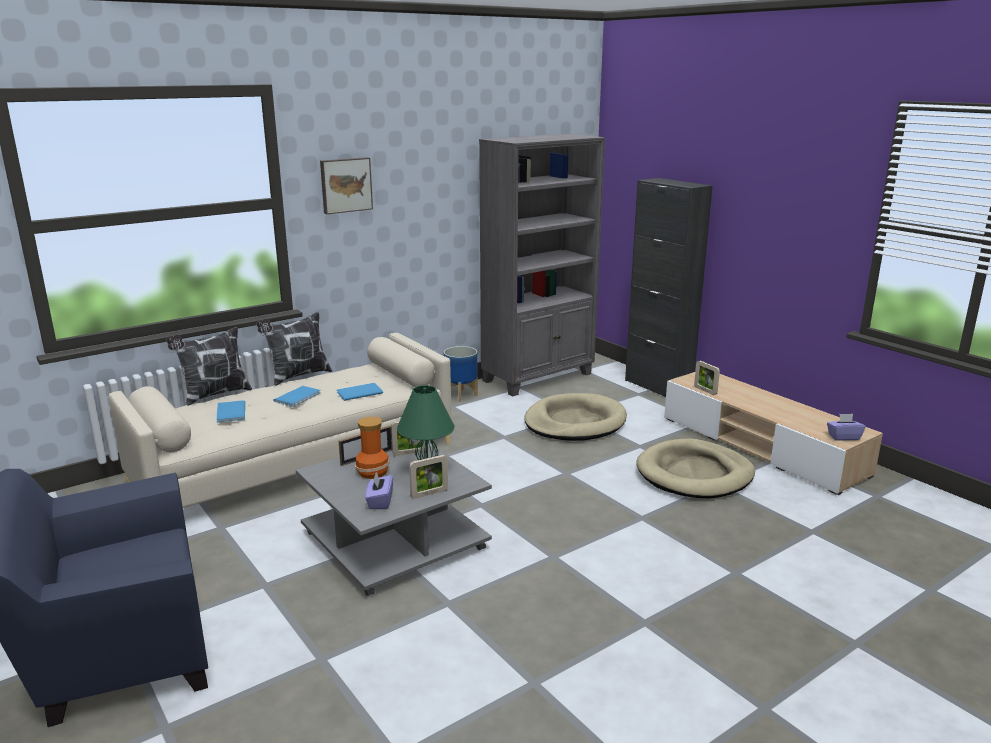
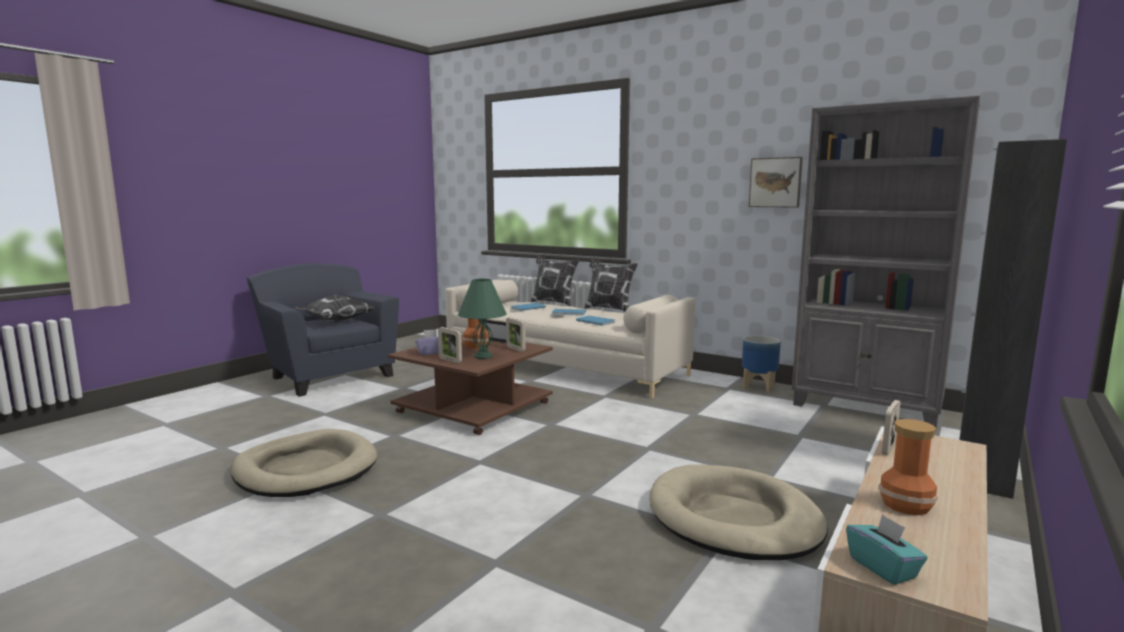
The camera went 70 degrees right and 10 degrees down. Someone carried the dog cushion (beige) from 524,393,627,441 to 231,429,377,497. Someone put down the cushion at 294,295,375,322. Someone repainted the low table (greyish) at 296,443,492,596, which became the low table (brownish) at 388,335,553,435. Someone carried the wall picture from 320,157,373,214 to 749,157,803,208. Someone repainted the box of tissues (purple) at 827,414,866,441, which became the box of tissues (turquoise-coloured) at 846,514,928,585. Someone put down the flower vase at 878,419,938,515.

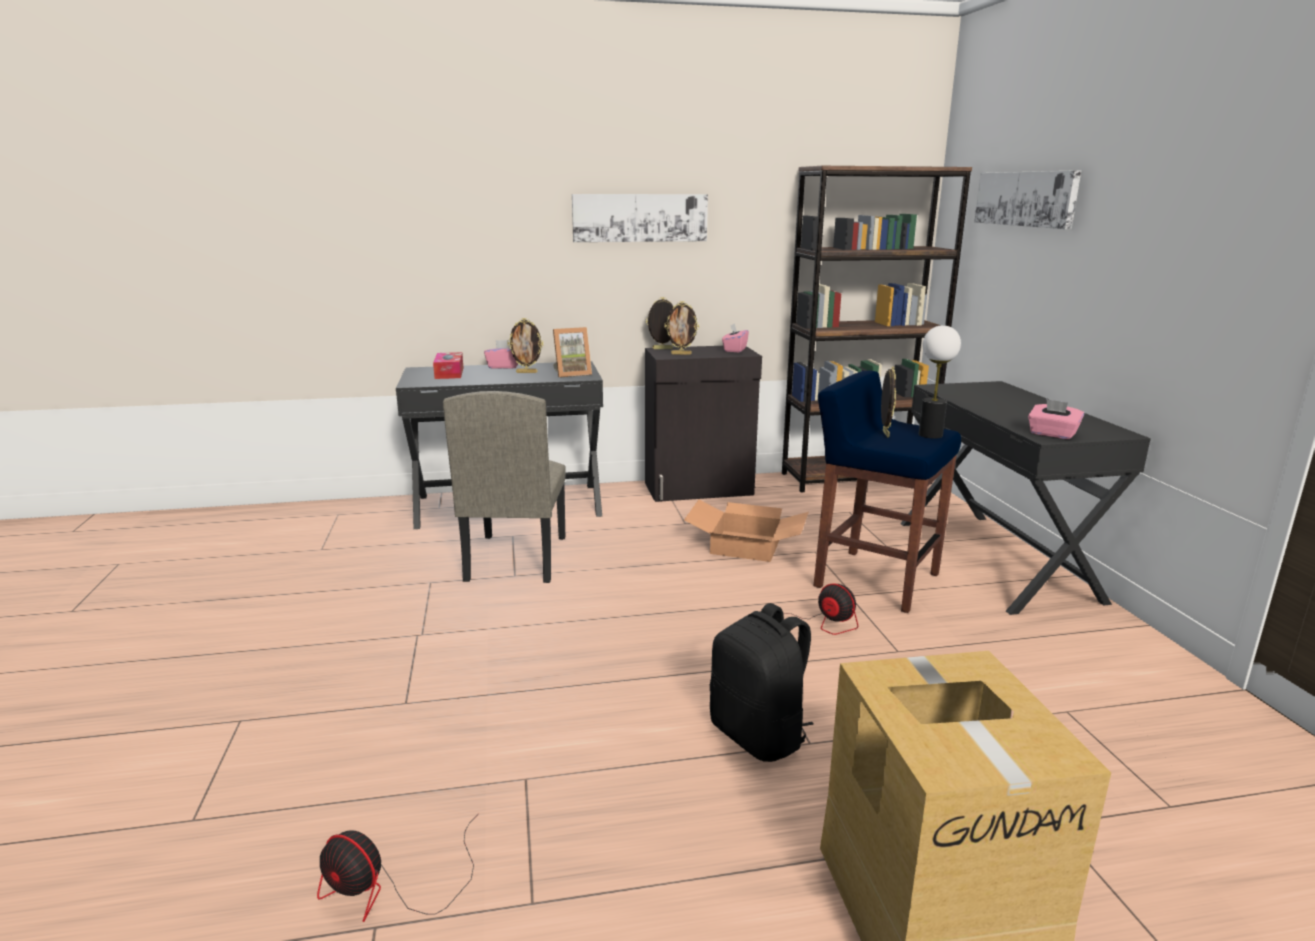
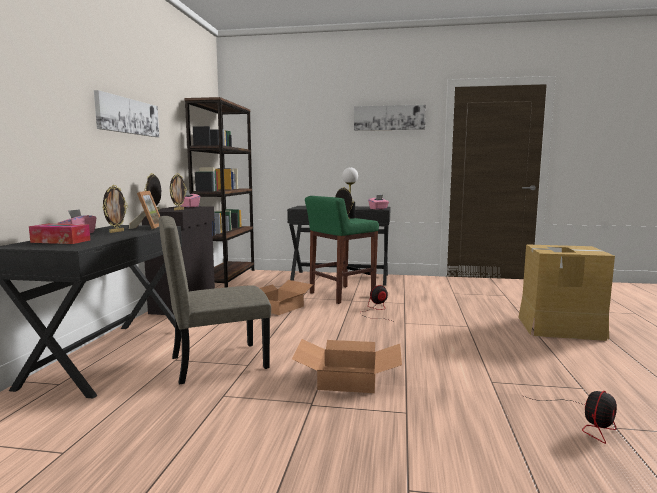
The camera went 70 degrees left and 10 degrees down. Someone rotated the plain chair (beige) at 443,391,566,583 by 135 degrees clockwise. Someone put down the carton at 292,339,402,393. Someone repainted the stool (blue-coloured) at 813,370,961,613, which became the stool (greenish) at 305,196,379,304. Someone carried the wall picture from 974,170,1081,229 to 354,105,426,131. Someone took away the rucksack (black) at 710,603,814,762.

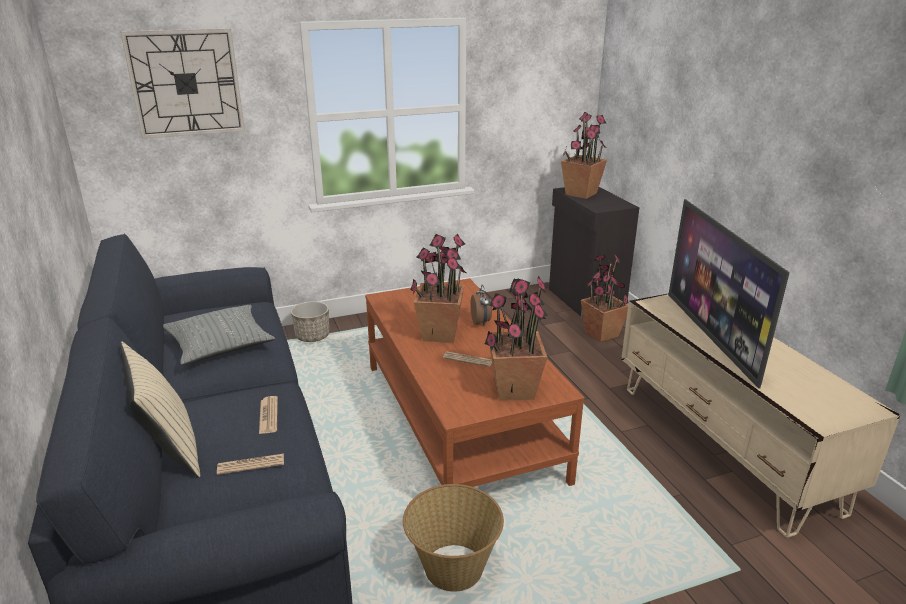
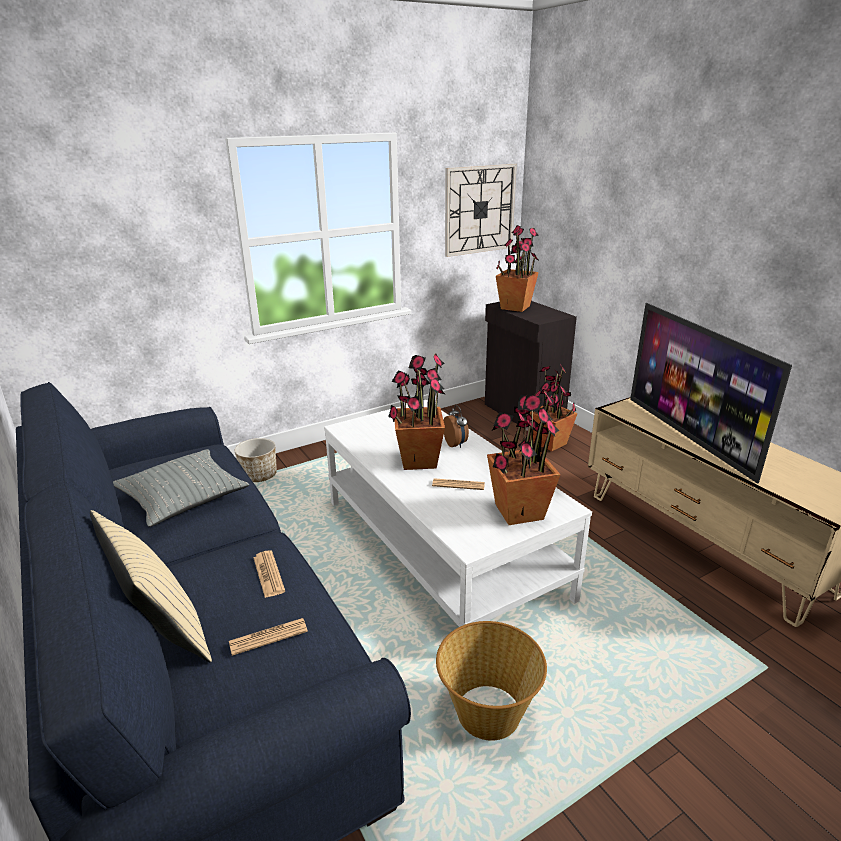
The camera went 10 degrees left and 0 degrees up. Someone repainted the low table (brownish) at 365,278,585,487, which became the low table (white) at 324,400,592,627. Someone carried the hanging clock from 120,28,245,139 to 445,164,517,257.

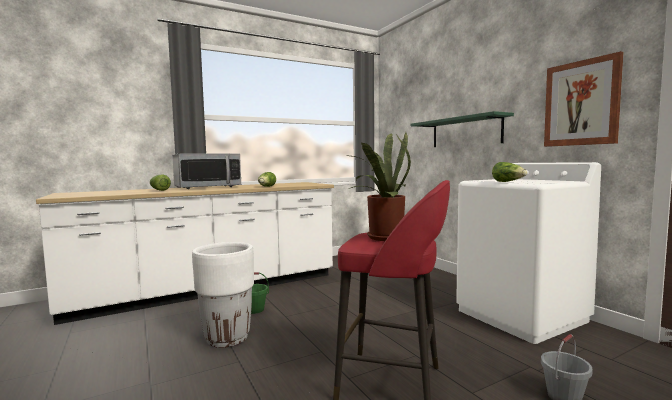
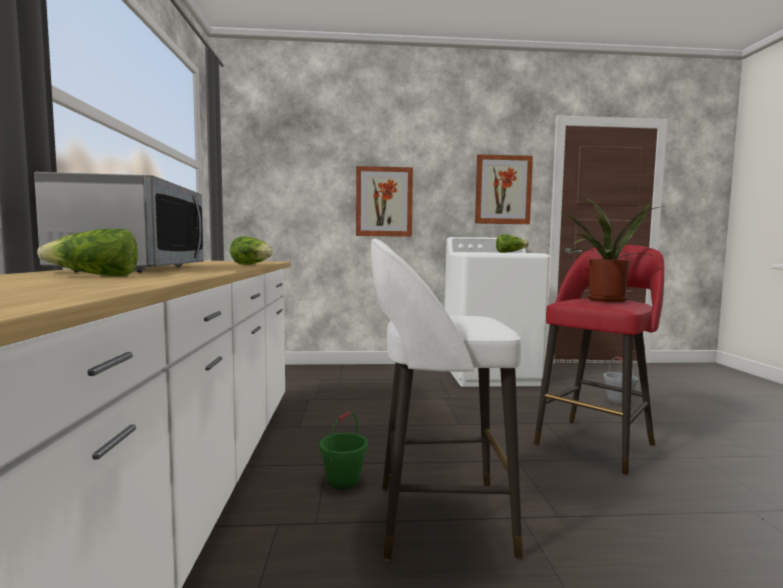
The camera went 65 degrees left and 0 degrees up. Someone swapped the shelf (greenish) at 411,111,514,147 for the wall picture at 356,166,413,237. Someone swapped the planter (white) at 192,242,254,348 for the stool (white) at 371,239,523,560.

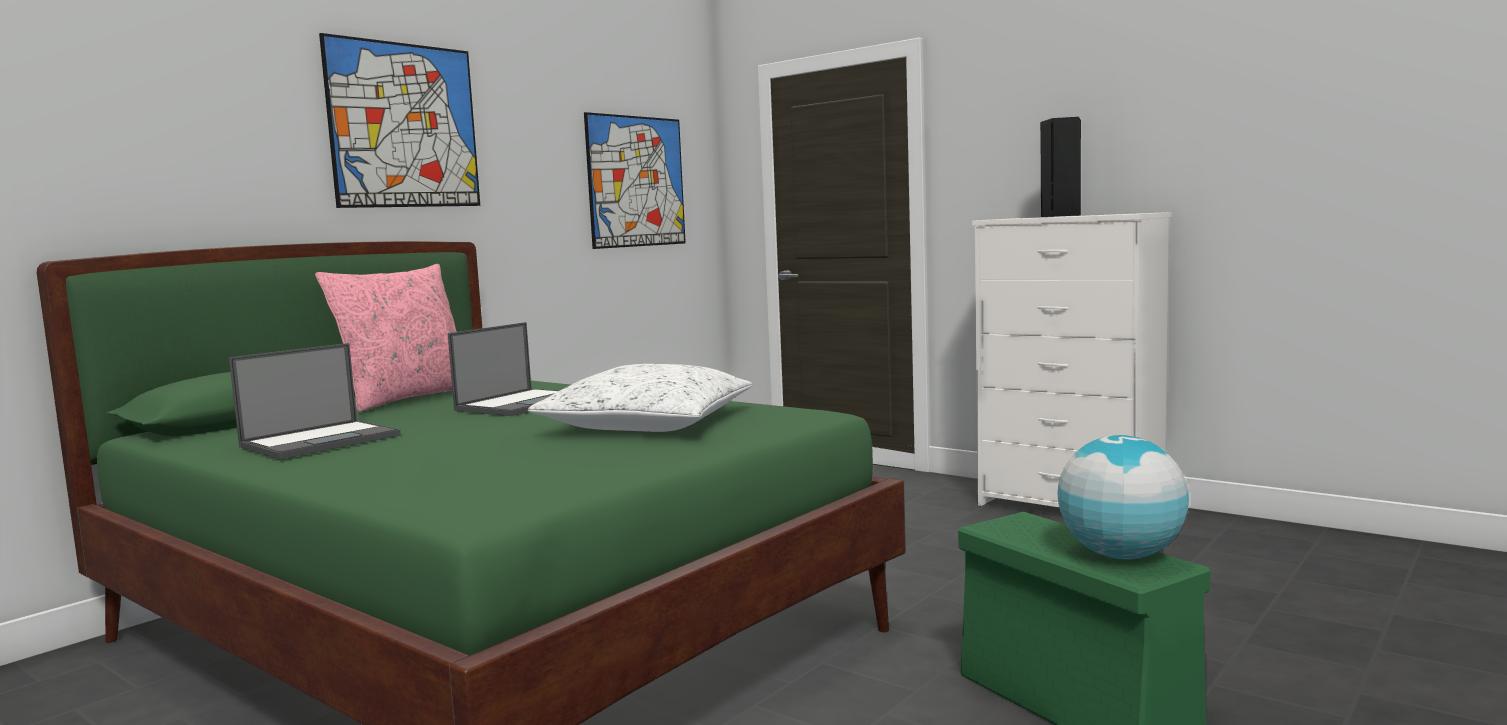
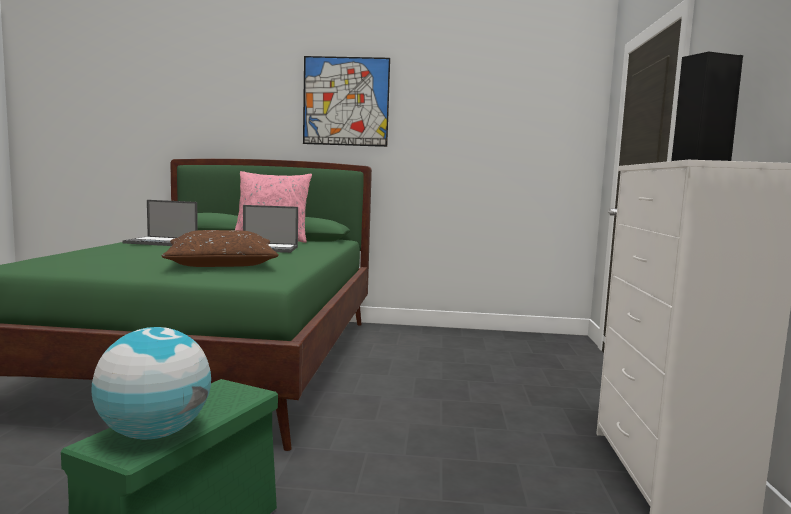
The camera went 55 degrees right and 0 degrees up. Someone repainted the cushion (white) at 528,364,753,432, which became the cushion (brownish) at 161,230,279,267. Someone took away the wall picture at 584,112,686,249.

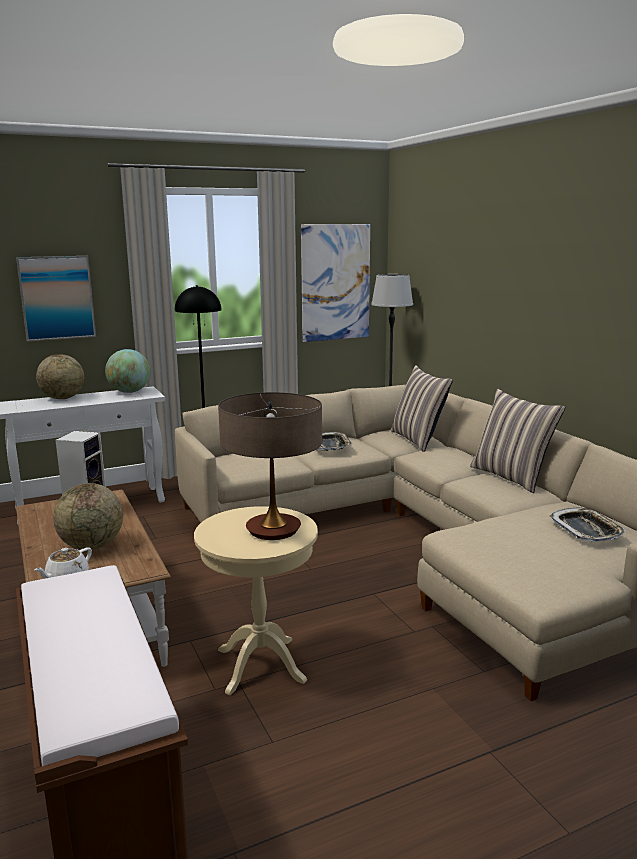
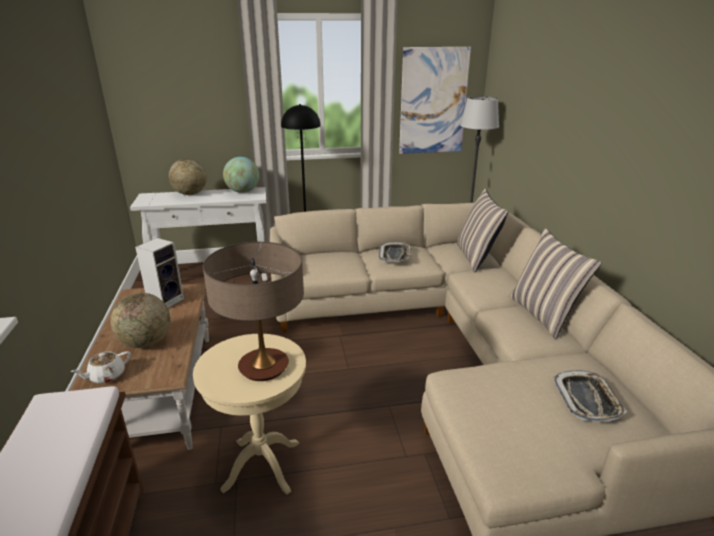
The camera went 15 degrees right and 10 degrees up. Someone took away the wall picture at 16,256,96,341.

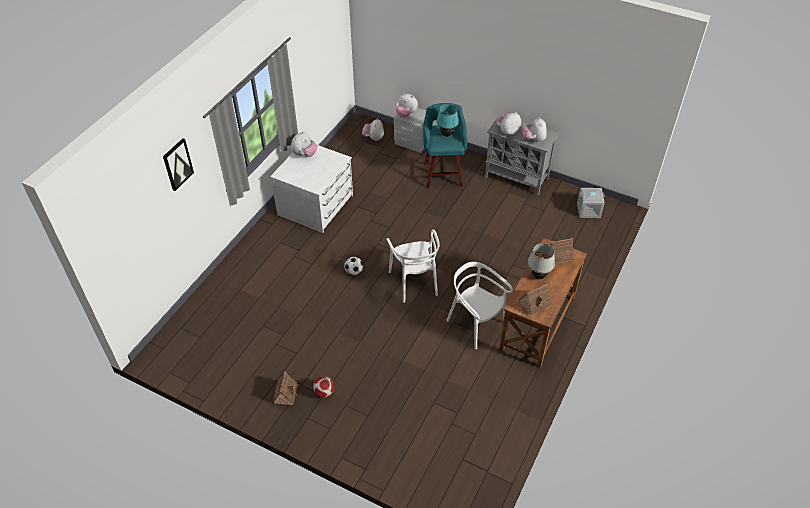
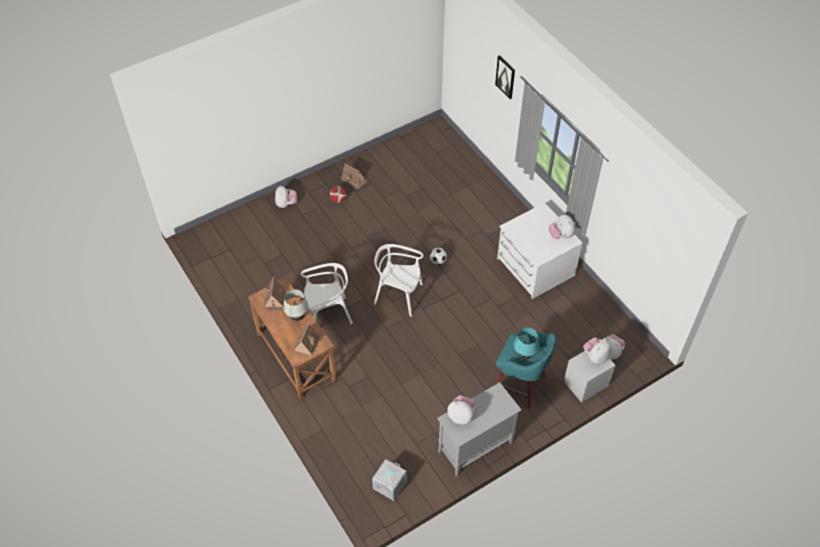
The camera went 120 degrees right and 5 degrees up. Someone carried the plush toy from 496,112,521,136 to 275,186,297,208.

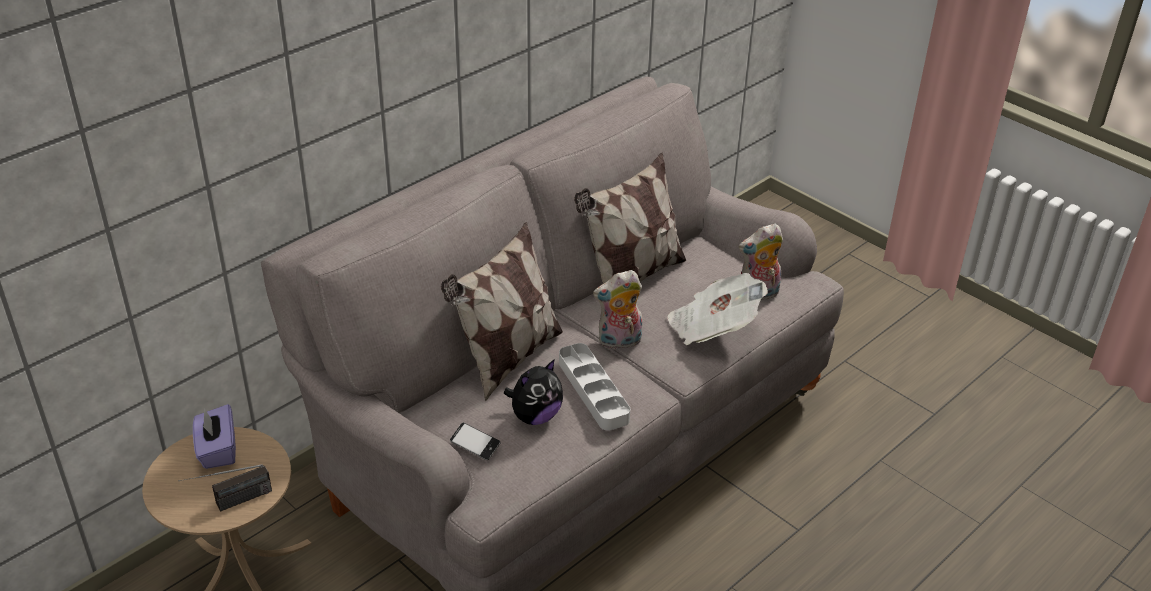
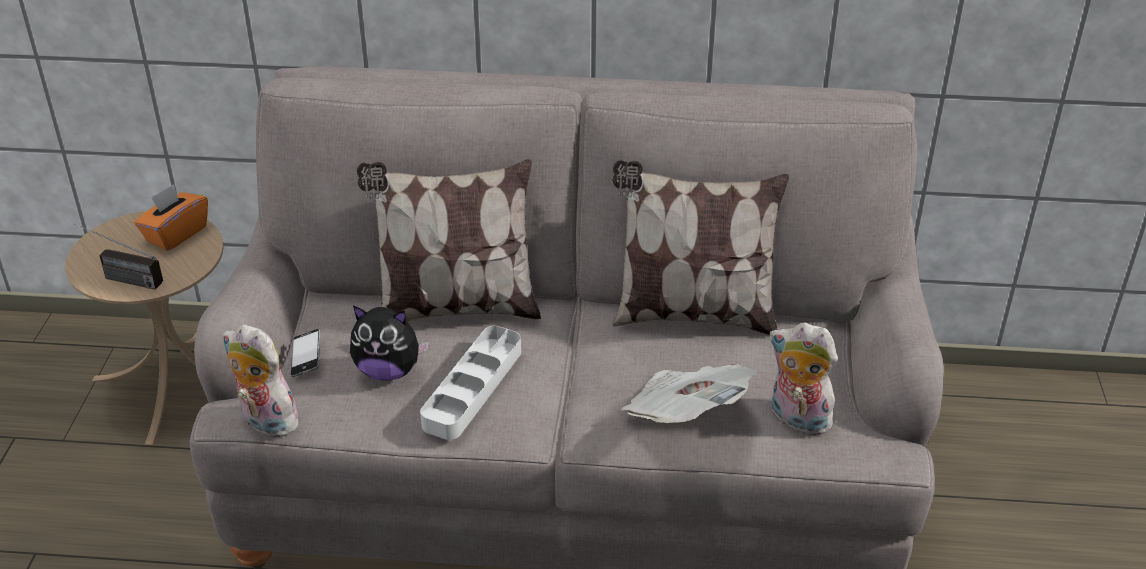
The camera went 50 degrees right and 0 degrees up. Someone repainted the box of tissues (purple) at 193,404,236,469, which became the box of tissues (orange-coloured) at 135,184,208,251. Someone carried the plush toy from 593,270,643,349 to 223,324,303,437.

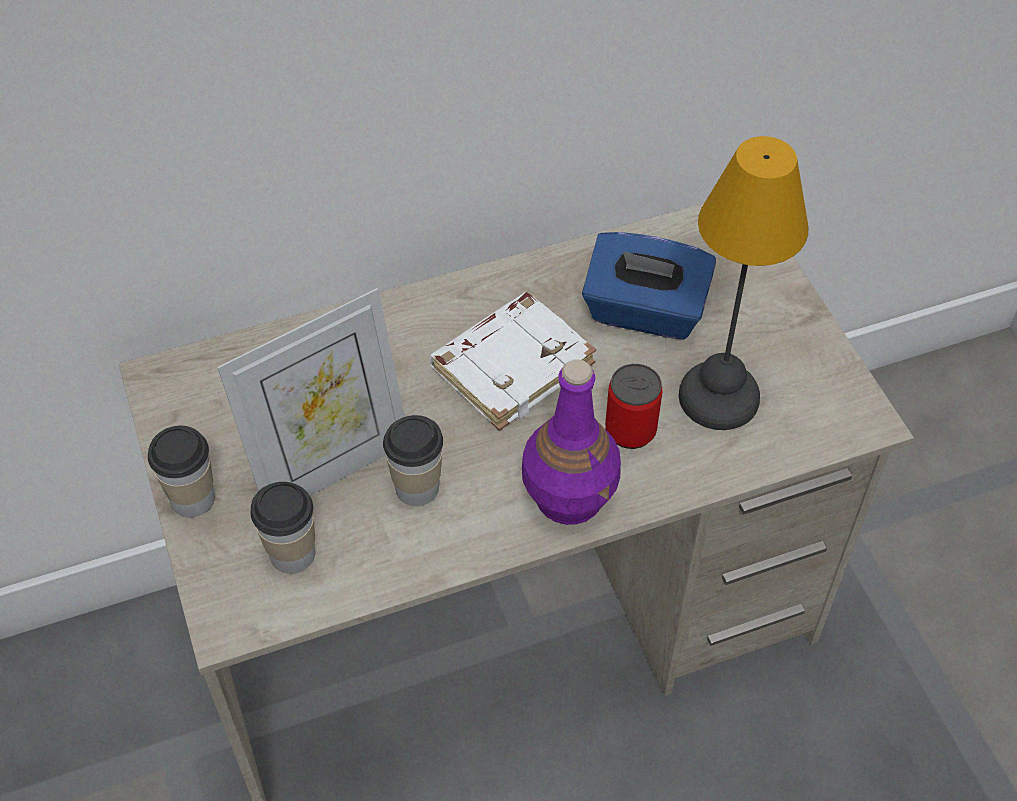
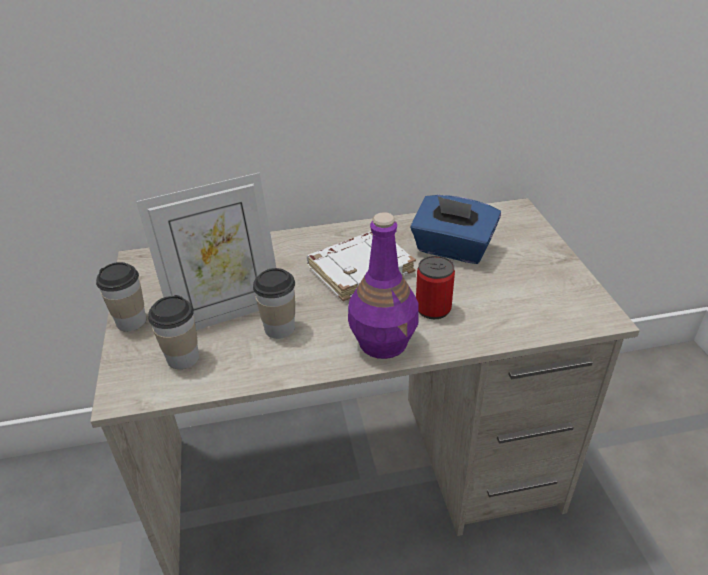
The camera went 10 degrees right and 15 degrees down. Someone took away the lamp for a table at 679,136,809,430.

